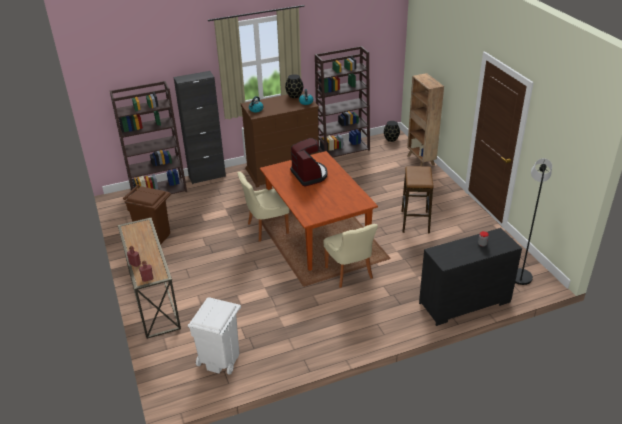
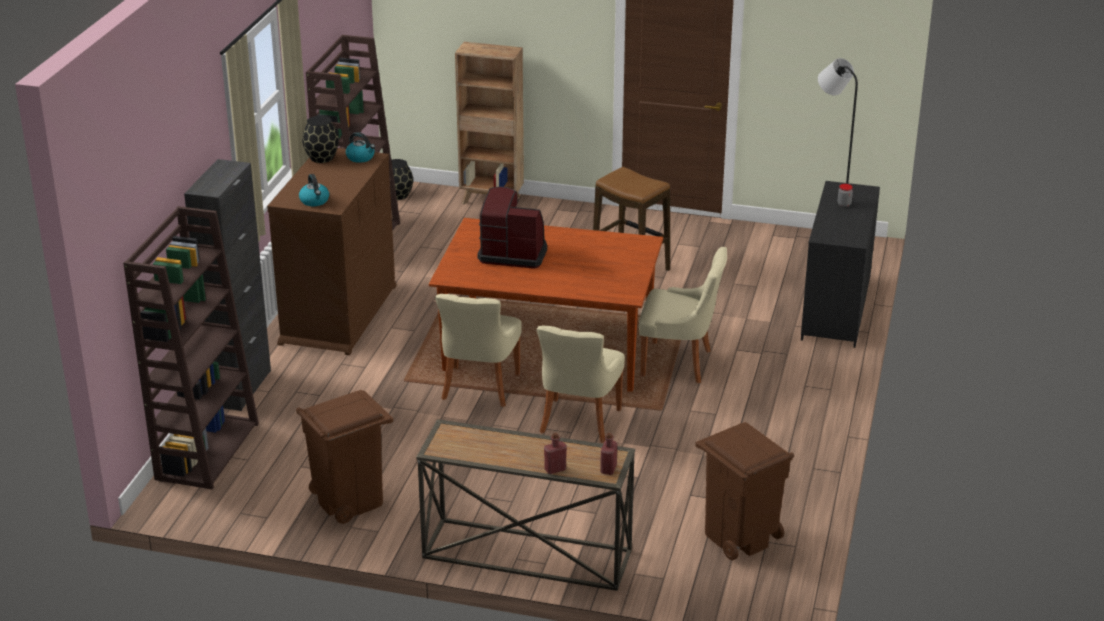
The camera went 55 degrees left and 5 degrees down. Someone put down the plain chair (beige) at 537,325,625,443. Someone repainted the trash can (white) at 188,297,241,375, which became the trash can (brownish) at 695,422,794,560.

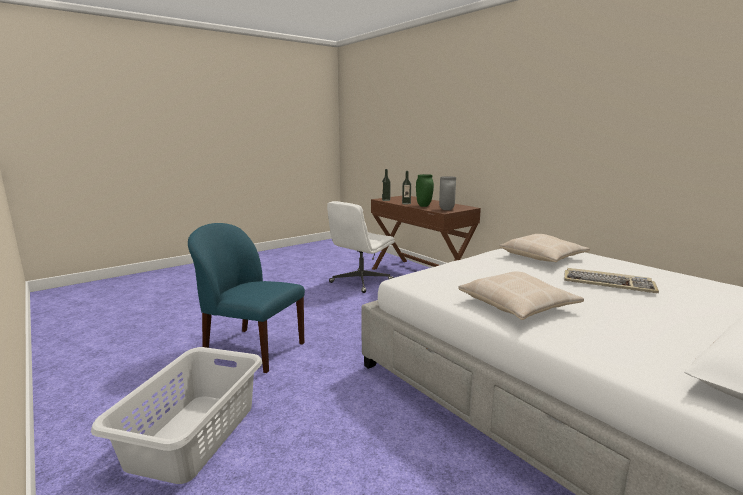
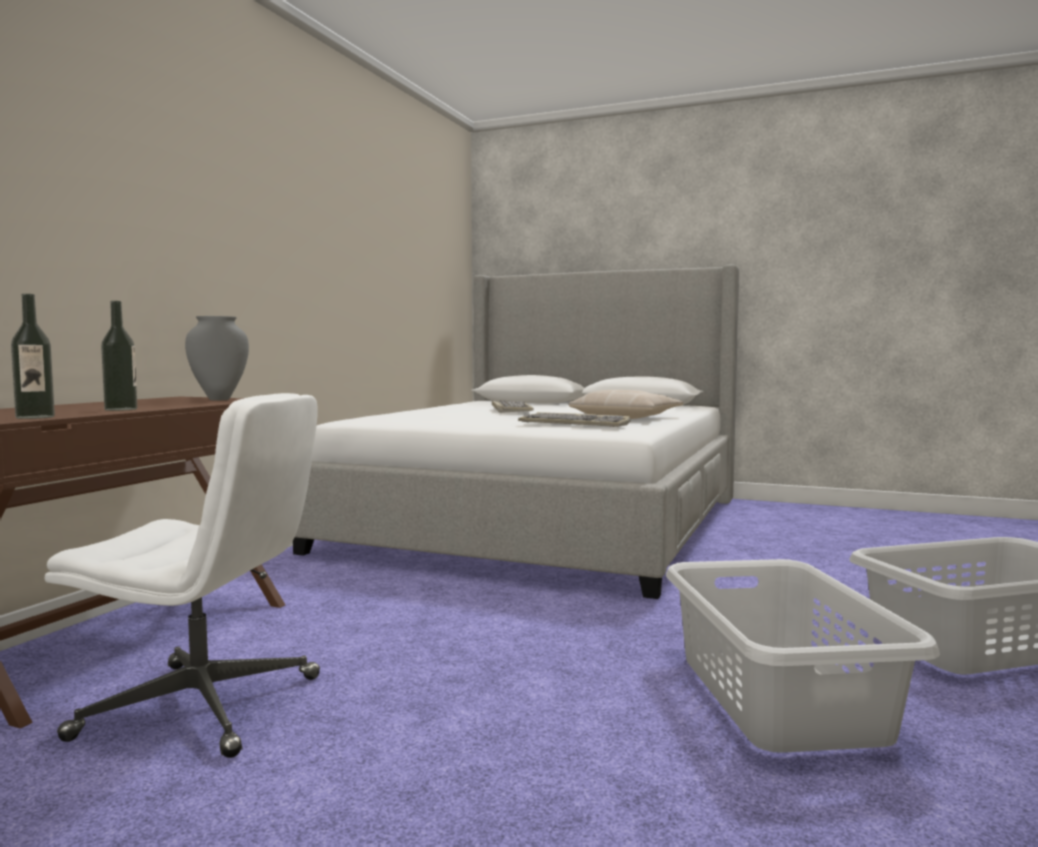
The camera went 120 degrees left and 10 degrees down. Someone put down the keyboard at 518,412,631,427. Someone swapped the plain chair (blue-coloured) at 188,223,305,373 for the hamper (greyish) at 666,559,940,753. Someone took away the flower vase (greenish) at 416,174,434,207. Someone took away the cushion (beige) at 499,234,590,262.

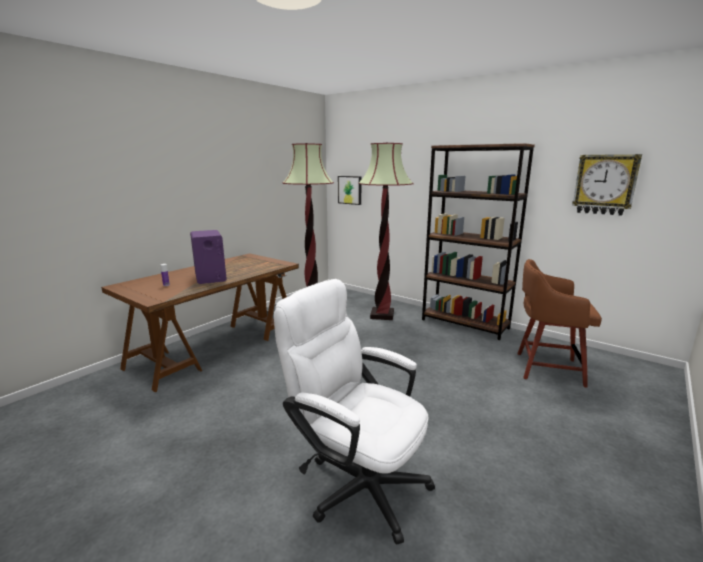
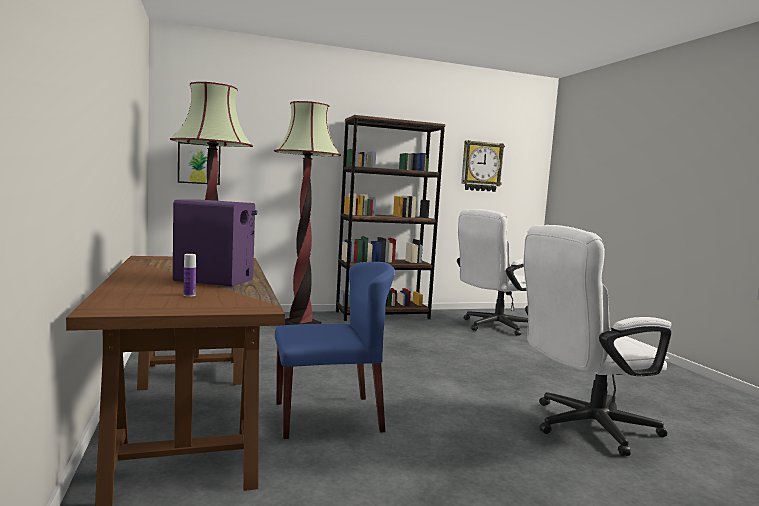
The camera went 55 degrees left and 10 degrees down. Someone put down the plain chair (blue-coloured) at 275,262,395,439. Someone swapped the stool (brownish) at 517,259,602,388 for the office chair (white) at 457,209,528,336.

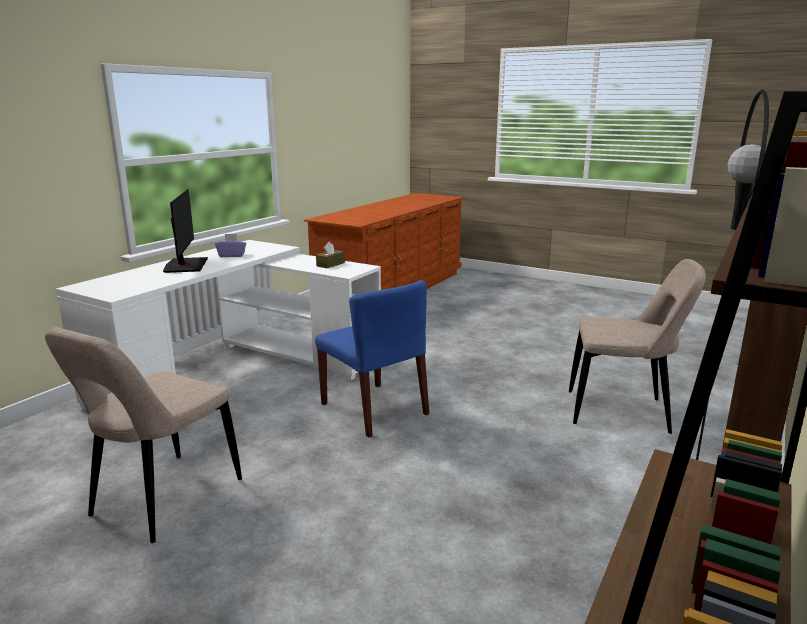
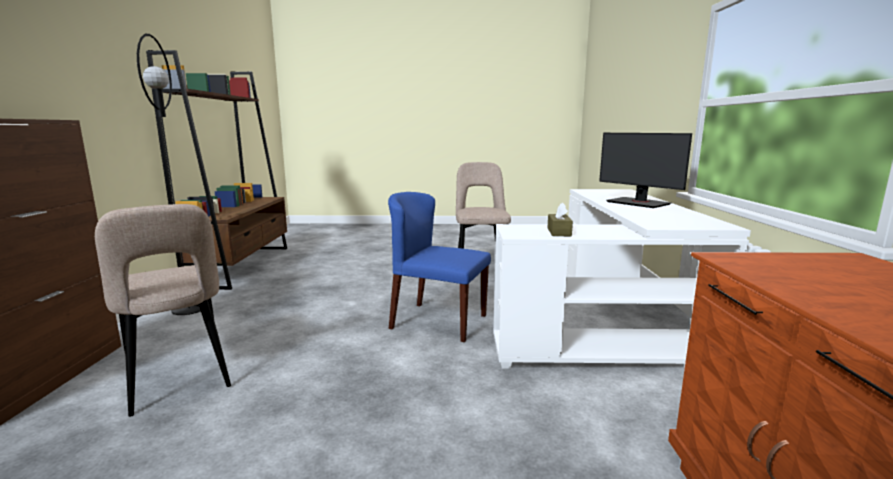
The camera went 150 degrees right and 5 degrees down. Someone rotated the plain chair (beige) at 569,259,706,434 by 105 degrees counterclockwise. Someone took away the box of tissues (purple) at 215,234,246,257.

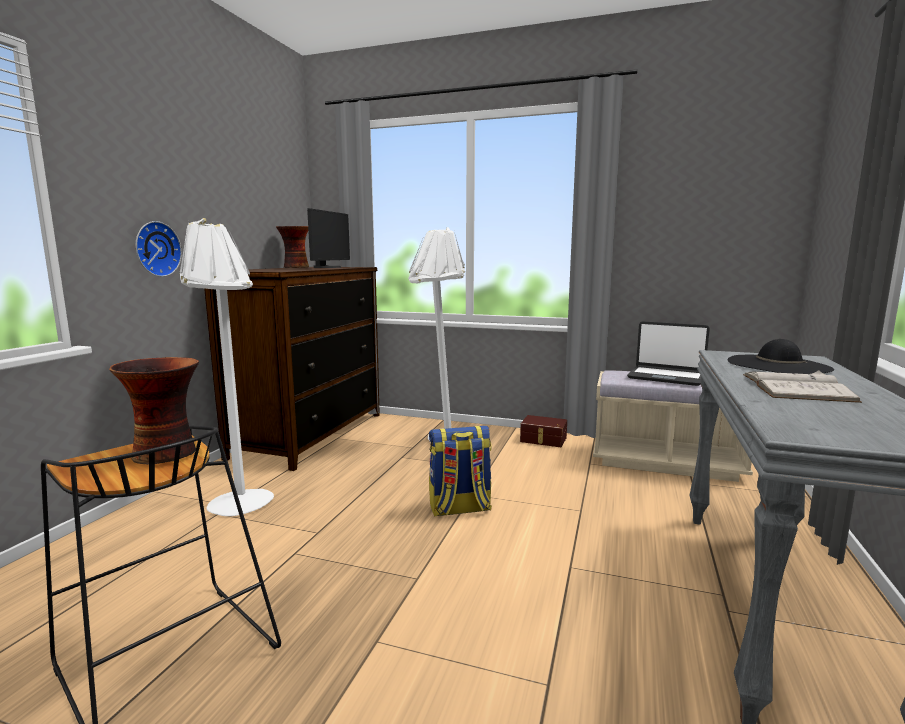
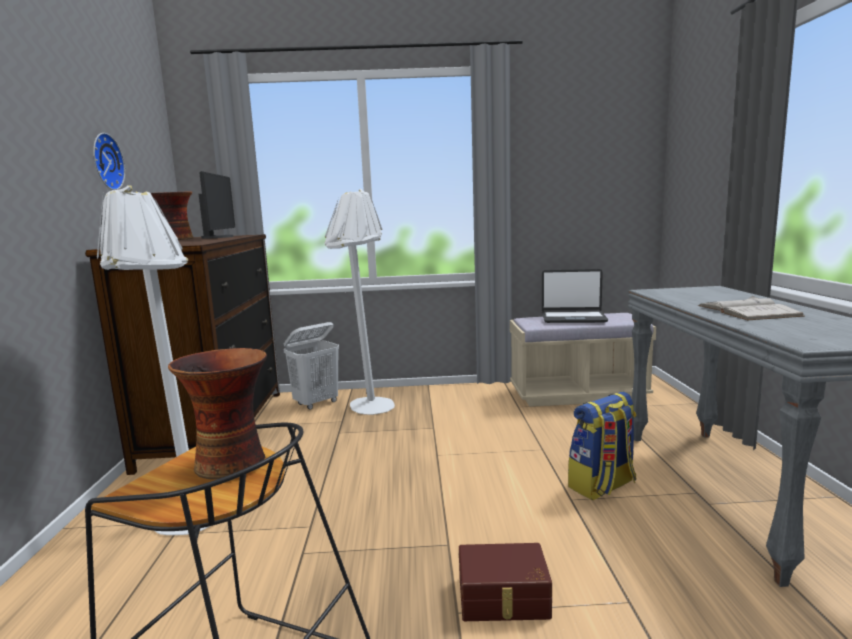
The camera went 20 degrees left and 0 degrees up. Someone carried the hanging clock from 136,221,182,277 to 93,133,125,190. Someone put down the hamper (white) at 284,322,339,410. Someone carried the storage box (brownish) from 520,415,567,447 to 459,543,552,621. Someone carried the rucksack from 429,426,492,517 to 568,392,636,500. Someone took away the hat (black) at 728,339,834,374.

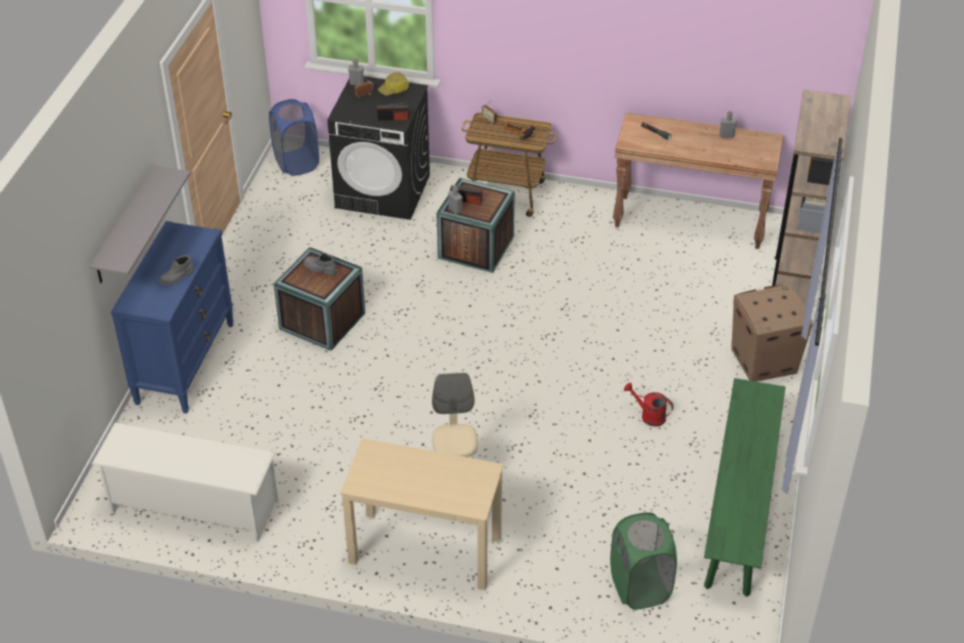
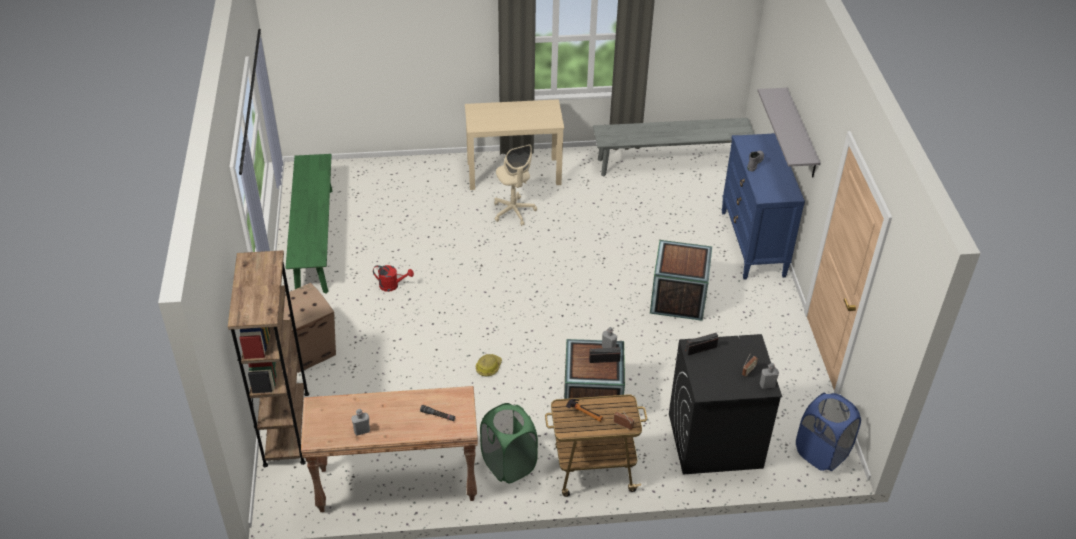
The camera went 160 degrees right and 0 degrees up. Someone carried the safety helmet from 378,72,409,96 to 476,354,502,376. Someone carried the hamper (greenish) from 610,512,677,610 to 480,403,538,483. Someone swapped the shoe shelf (white) at 92,422,279,542 for the indoor bench (greyish) at 593,118,755,176. Someone took away the tall boot (greyish) at 304,253,337,275.

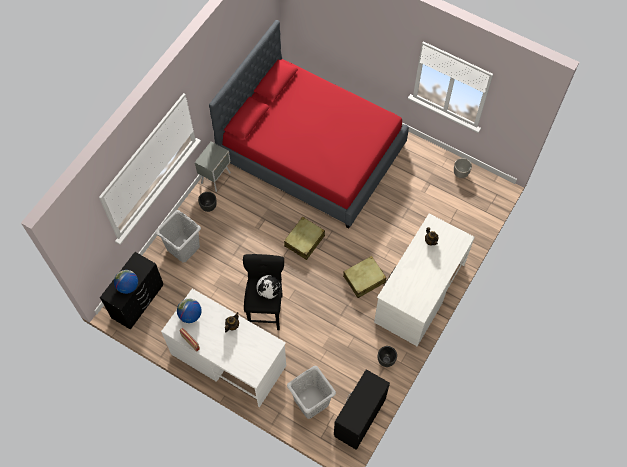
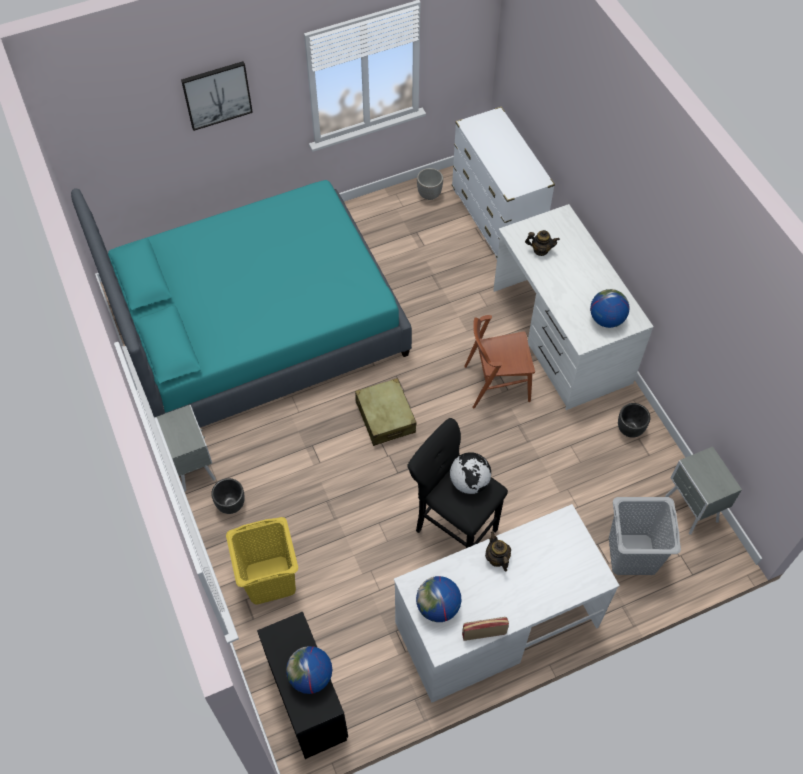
The camera went 55 degrees left and 5 degrees down. Someone repainted the sleeping bed (reddish) at 209,20,409,228, which became the sleeping bed (turquoise-coloured) at 71,180,412,428. Someone put up the wall picture at 181,61,253,131. Someone repainted the hamper (greyish) at 155,210,201,263, which became the hamper (yellow) at 226,517,298,605. Someone put down the dresser (white) at 452,107,555,259. Someone swapped the travel case (beige) at 343,256,386,298 for the plain chair (brownish) at 464,315,535,409. Someone put down the globe at 590,289,630,328. Someone swapped the dresser (black) at 334,369,390,450 for the bedside table (greyish) at 665,446,742,535.

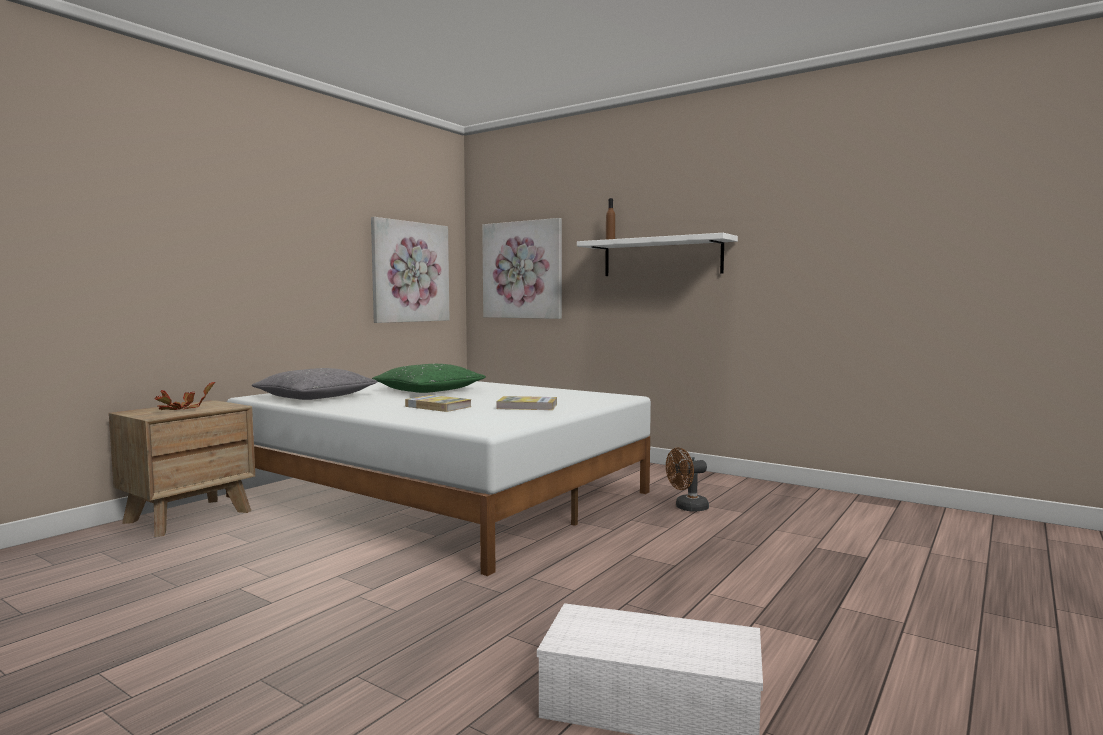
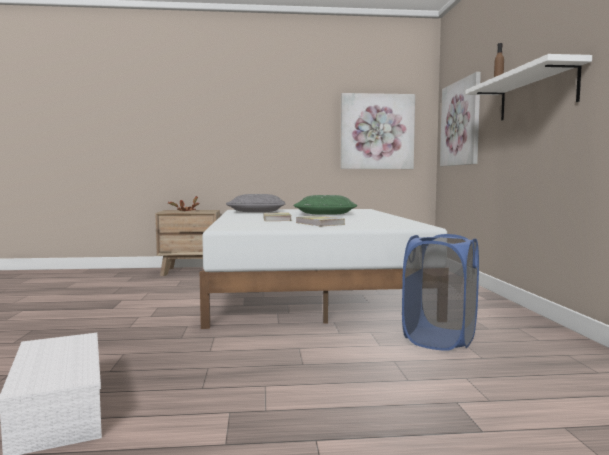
The camera went 50 degrees right and 0 degrees up. Someone swapped the cooling fan (brownish) at 666,448,709,512 for the hamper (blue-coloured) at 402,234,479,351.

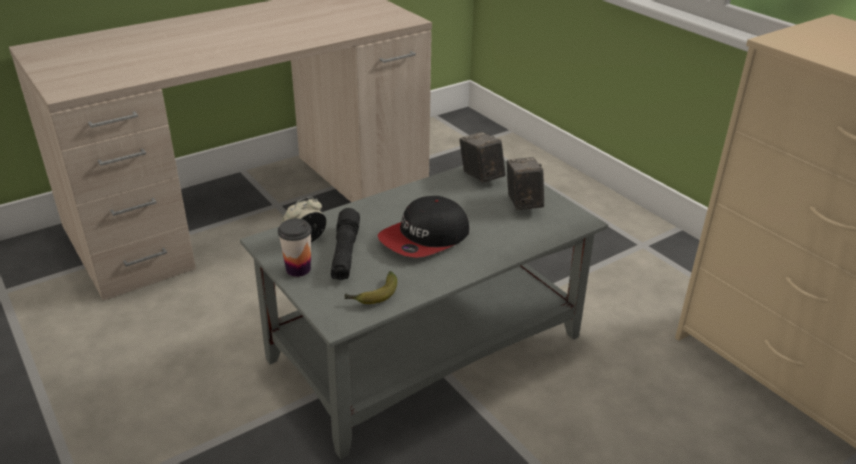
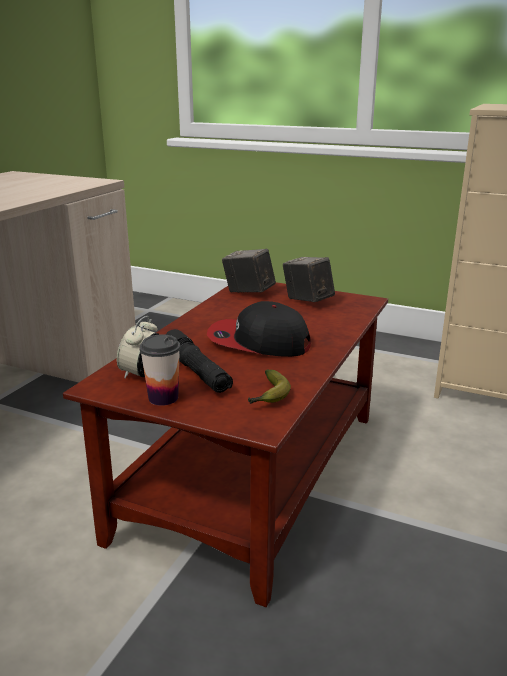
The camera went 30 degrees left and 10 degrees down. Someone repainted the low table (greyish) at 240,160,608,459, which became the low table (brownish) at 63,282,388,607. Someone rotated the cap at 377,196,469,258 by 90 degrees clockwise.

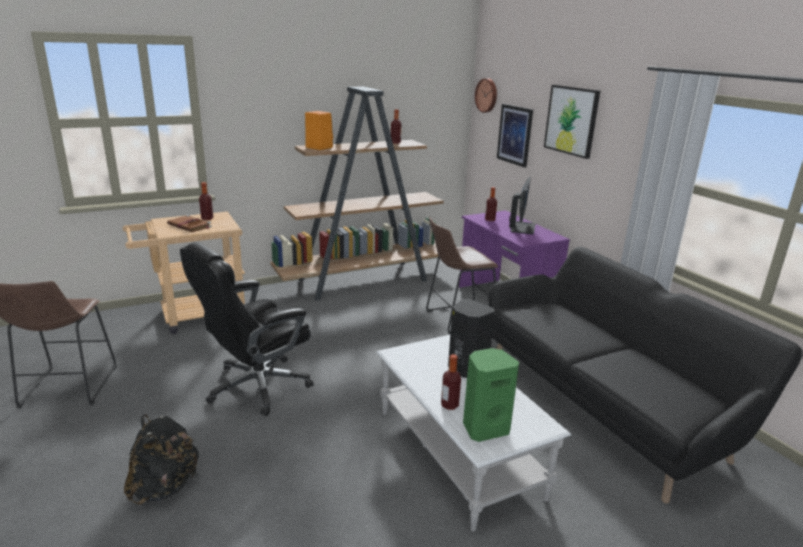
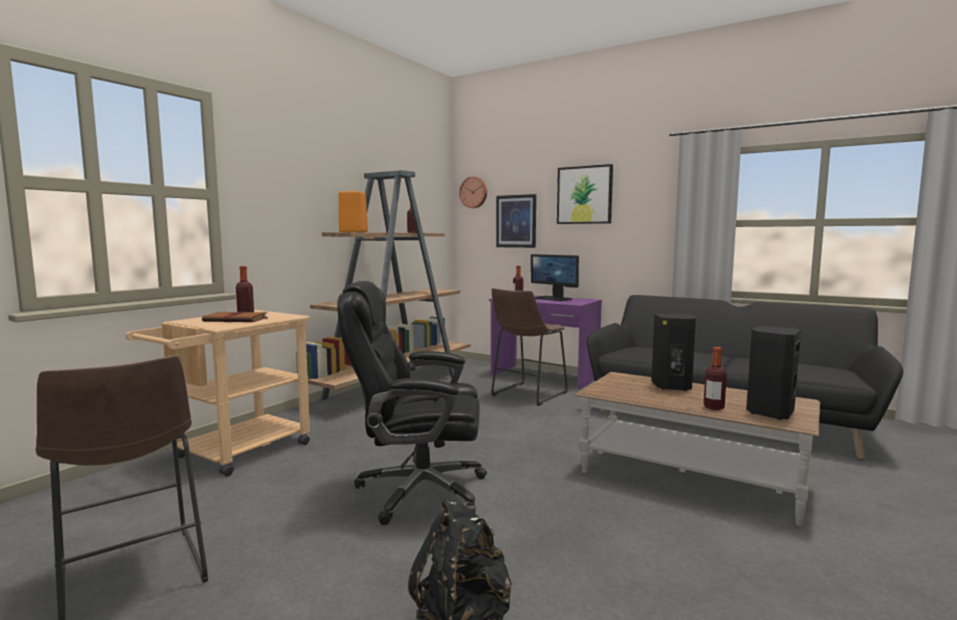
The camera went 30 degrees left and 15 degrees down. Someone rotated the office chair (black) at 180,243,314,416 by 75 degrees clockwise. Someone rotated the computer display at 509,177,536,235 by 150 degrees clockwise. Someone repainted the low table (white) at 376,335,571,532, which became the low table (brownish) at 575,372,820,526. Someone repainted the loudspeaker (greenish) at 463,348,519,442, which became the loudspeaker (black) at 746,326,801,420.

